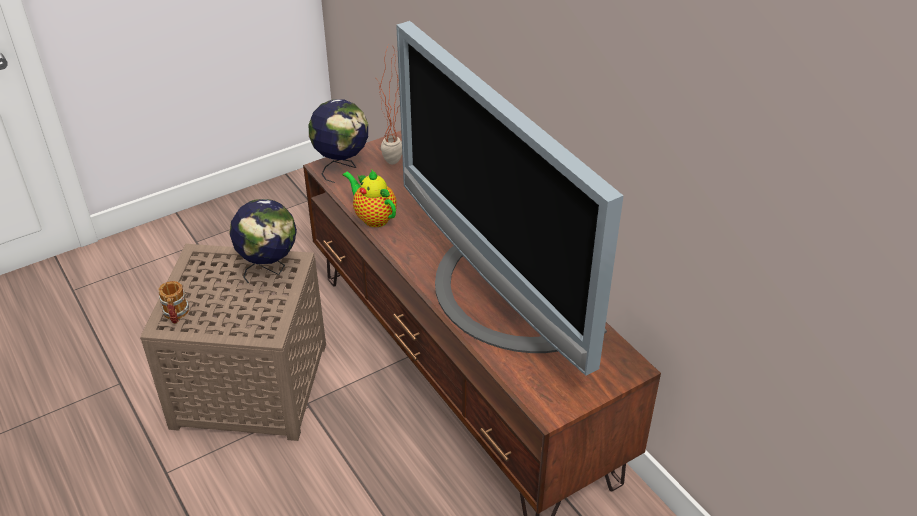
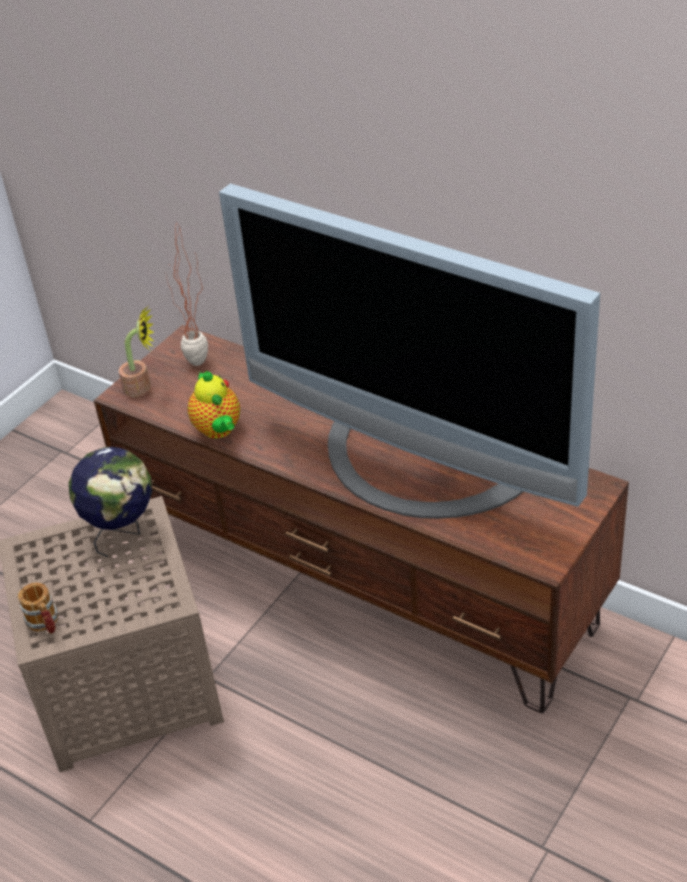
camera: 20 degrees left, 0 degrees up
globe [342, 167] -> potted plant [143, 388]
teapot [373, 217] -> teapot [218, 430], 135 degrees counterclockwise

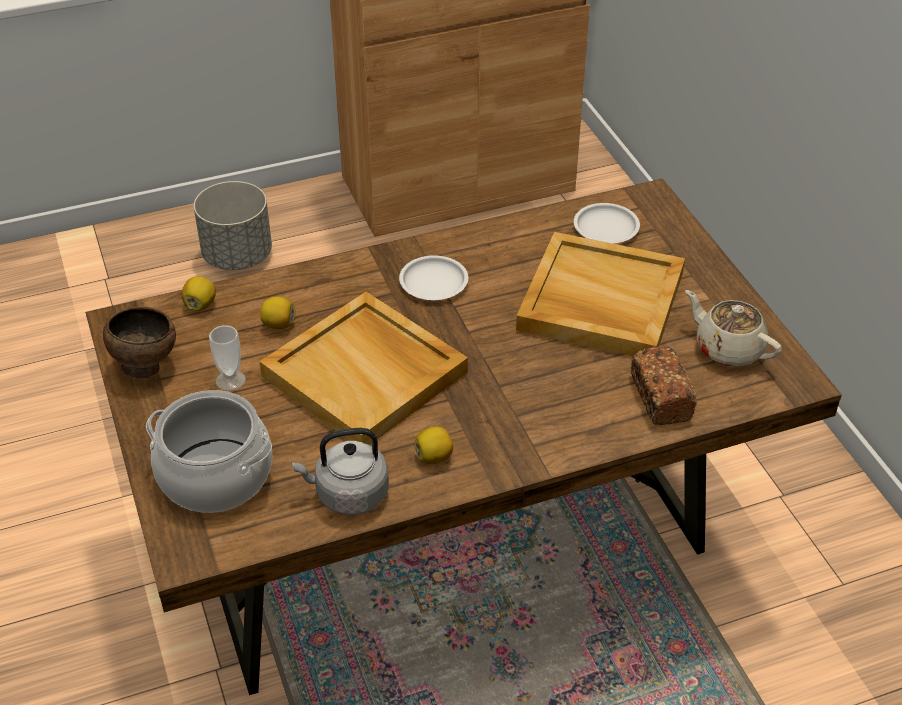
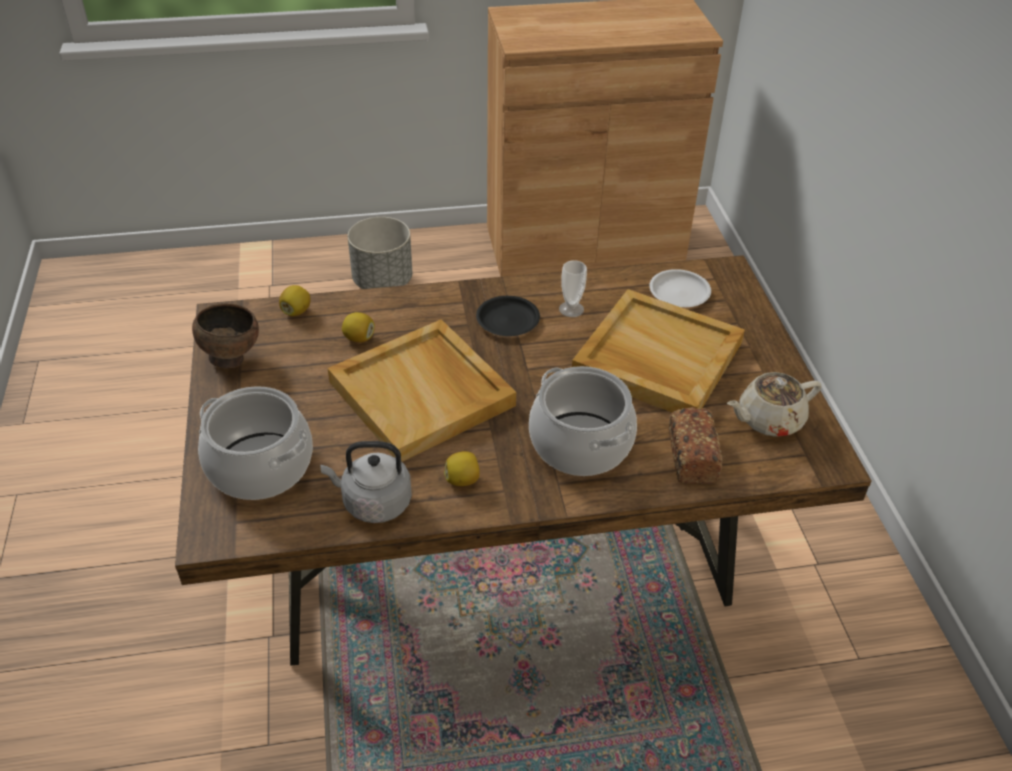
camera: 10 degrees right, 0 degrees up
cup [230, 380] -> cup [571, 309], moved
white plate [434, 282] -> black plate [508, 320]
beige teapot [728, 348] -> beige teapot [768, 420], 75 degrees counterclockwise
none -> cooking pot [579, 444]

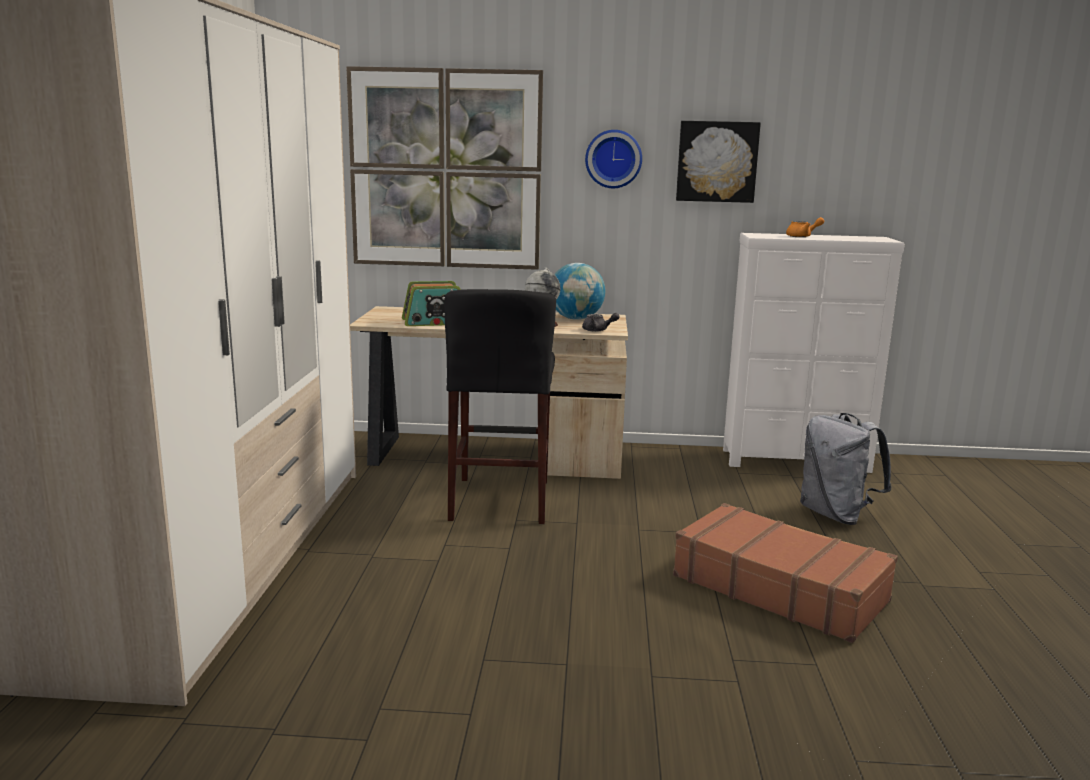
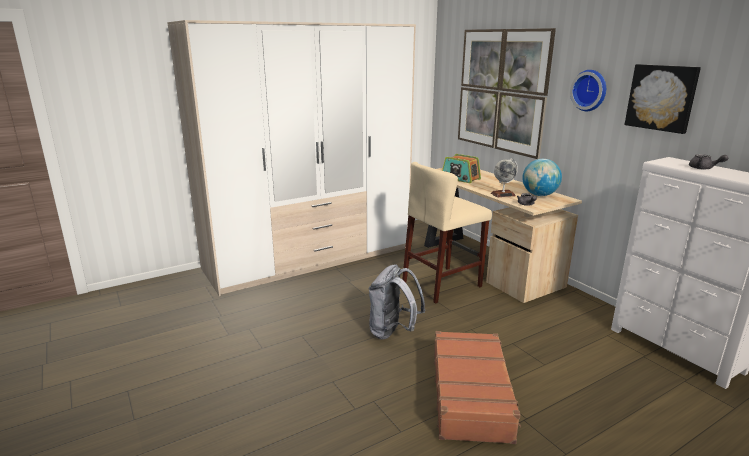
camera: 55 degrees right, 5 degrees up
black stool [501, 500] -> beige stool [442, 284]
orange teapot [802, 236] -> grey teapot [704, 168]
grey backpack [836, 515] -> grey backpack [393, 332], moved

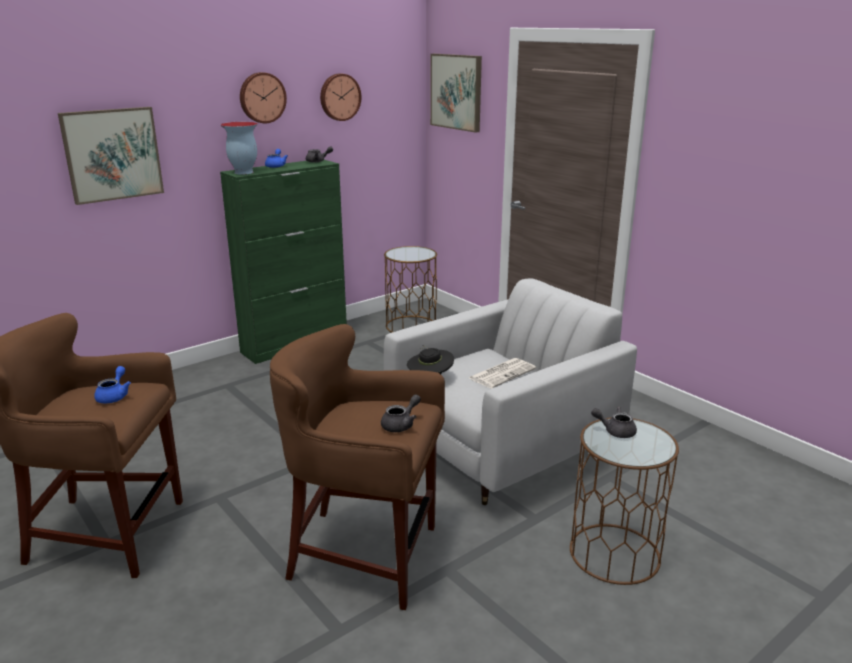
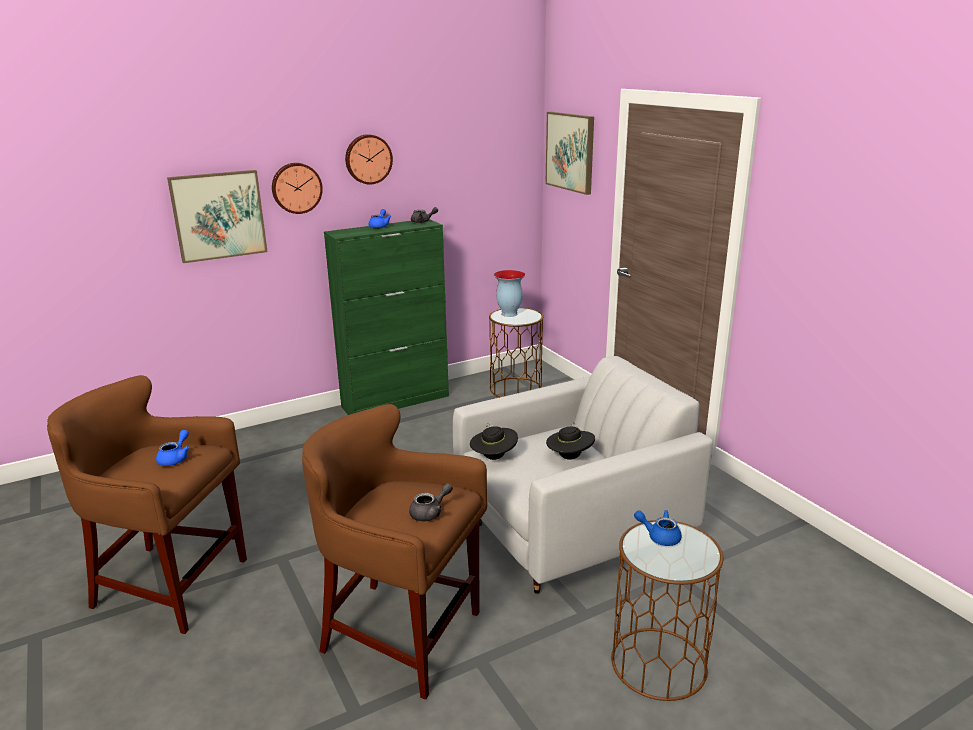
camera: 10 degrees right, 0 degrees up
vase [243, 172] -> vase [509, 314], moved
wall clock [339, 97] -> wall clock [296, 188], moved
newspaper [502, 373] -> black hat [569, 457]
grey teapot [615, 431] -> blue teapot [659, 536]

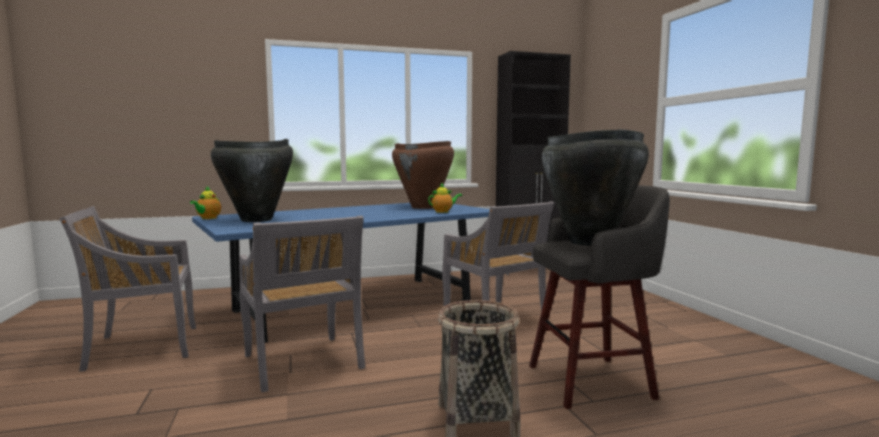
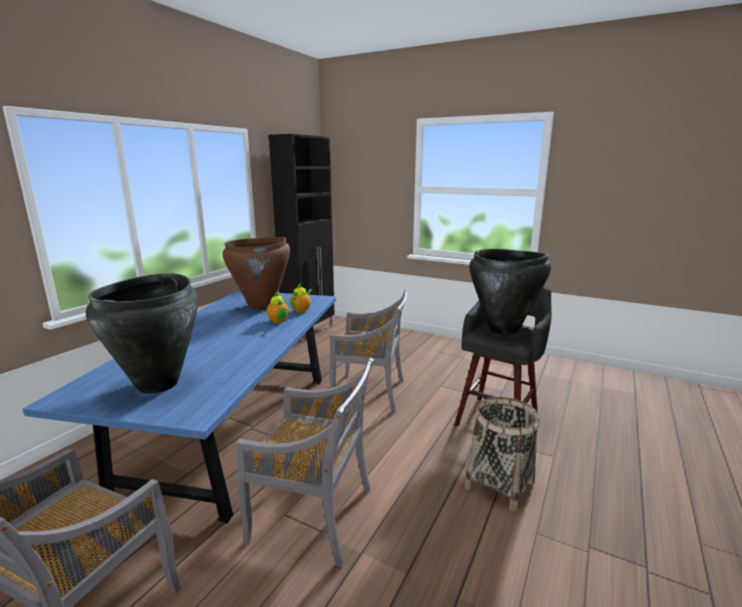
camera: 45 degrees left, 10 degrees up
teapot [207, 218] -> teapot [279, 321], moved

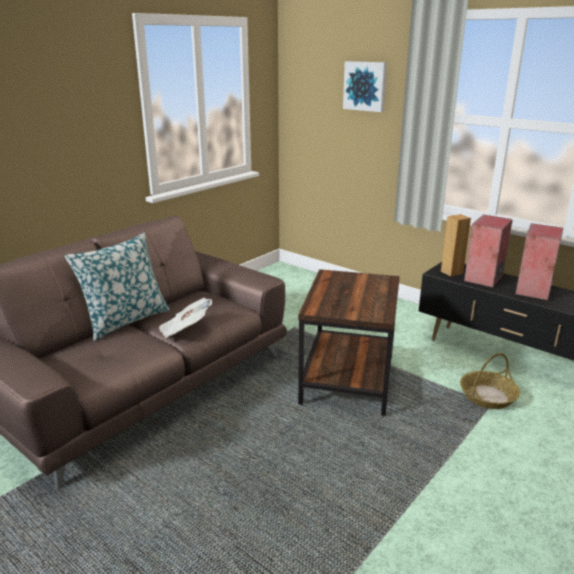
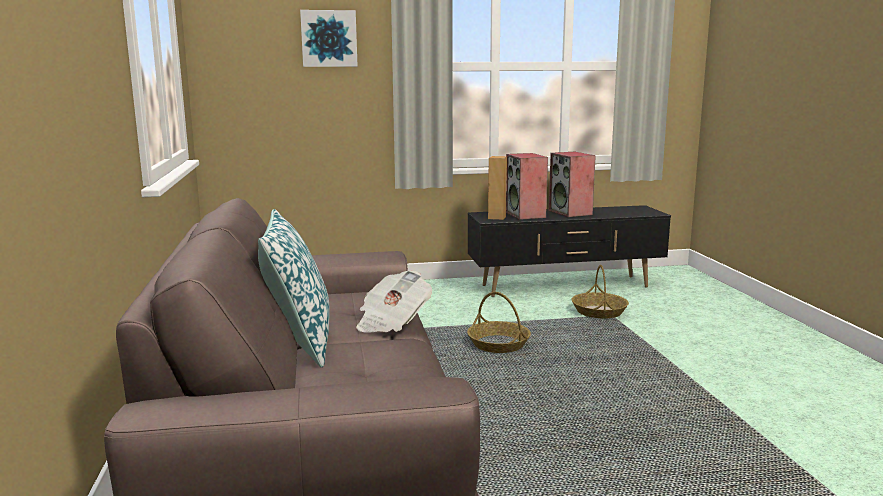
camera: 50 degrees left, 10 degrees down
brown side table [349, 380] -> basket [499, 344]

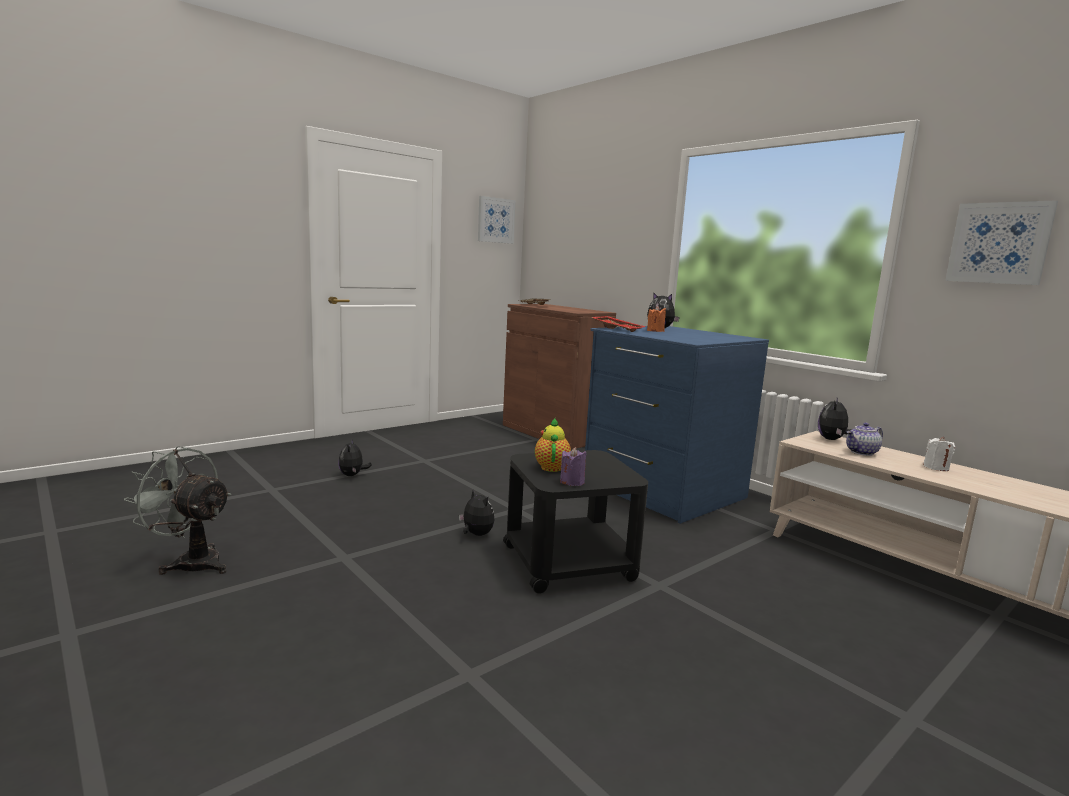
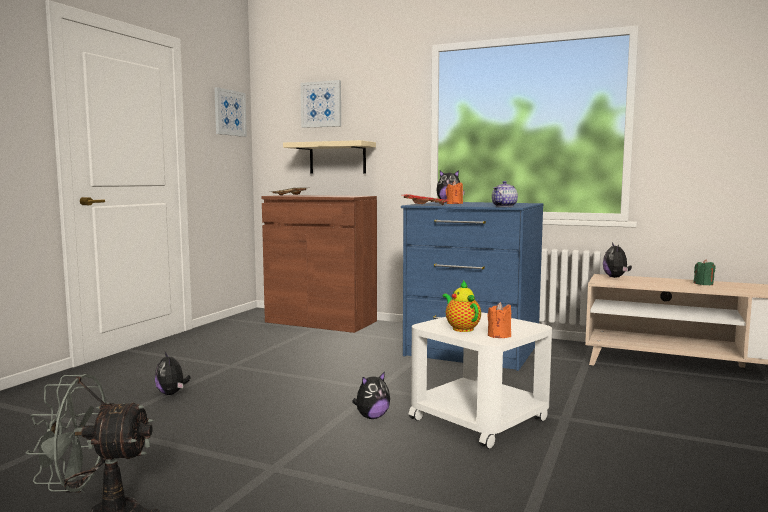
camera: 25 degrees left, 5 degrees down
plush toy [476, 534] -> plush toy [372, 417], 120 degrees clockwise
black side table [570, 562] -> white side table [479, 419]
purple candle [572, 482] -> orange candle [499, 335]
teapot [862, 452] -> teapot [504, 206], moved
white candle [936, 468] -> green candle [703, 284]
picture [999, 243] -> picture [321, 104], moved
none -> beige shelf [337, 158]

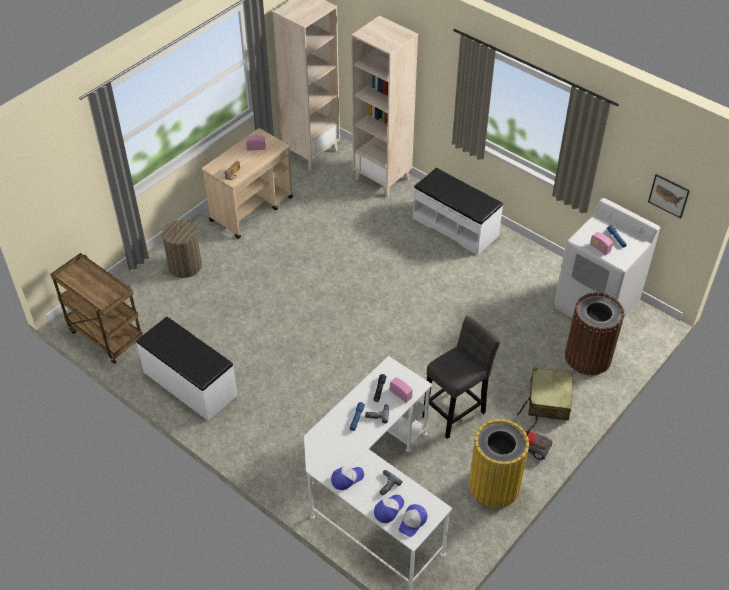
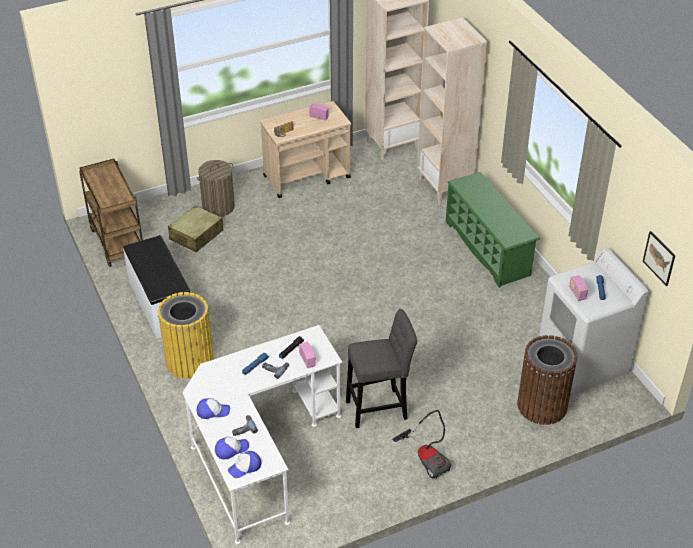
camera: 25 degrees right, 5 degrees down
white bench [455, 226] -> green shoe rack [487, 248]
yellow trash can [494, 485] -> yellow trash can [189, 361], moved
beige suitcase [549, 400] -> beige suitcase [196, 235], moved

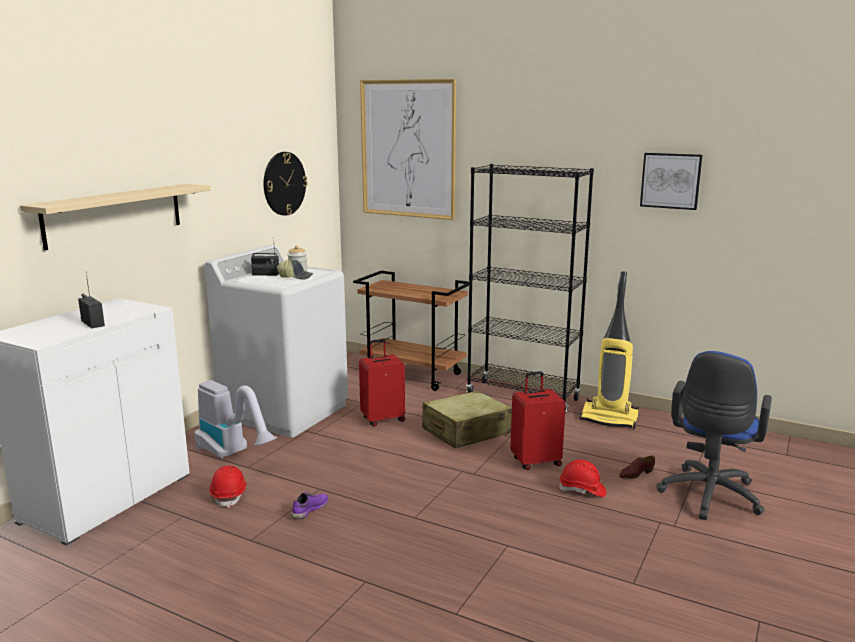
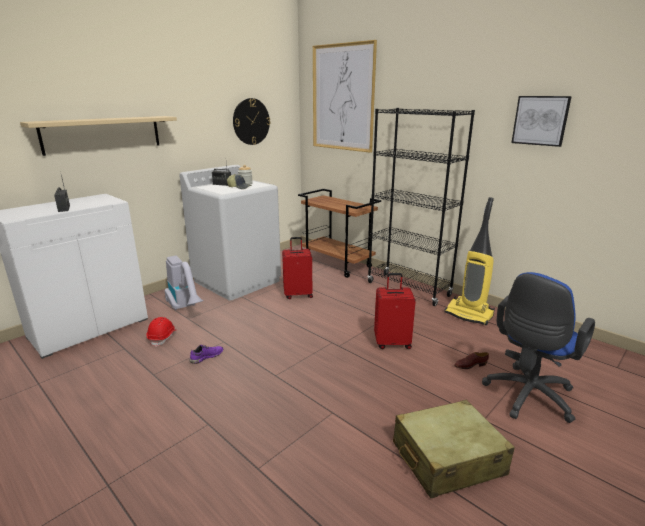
camera: 15 degrees right, 5 degrees up
beige suitcase [466, 432] -> beige suitcase [447, 459], moved
red hard hat [582, 490] -> none

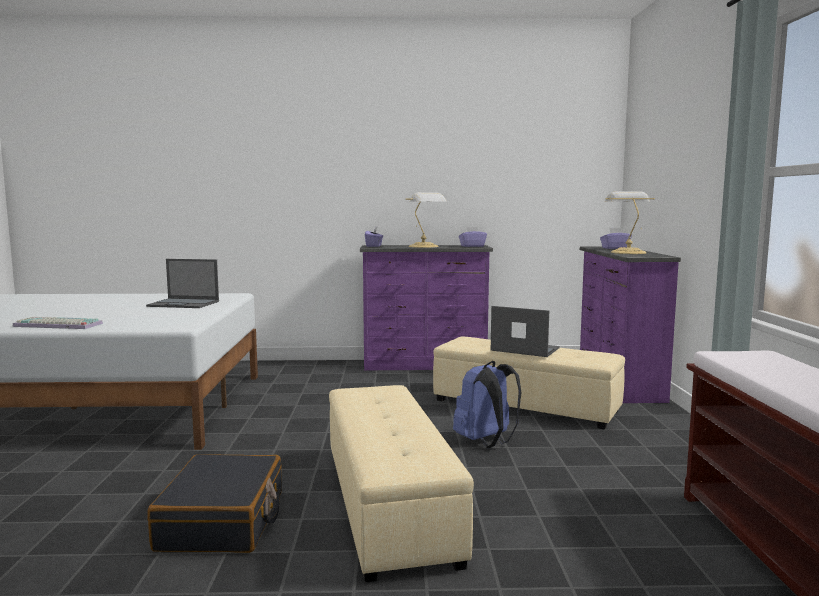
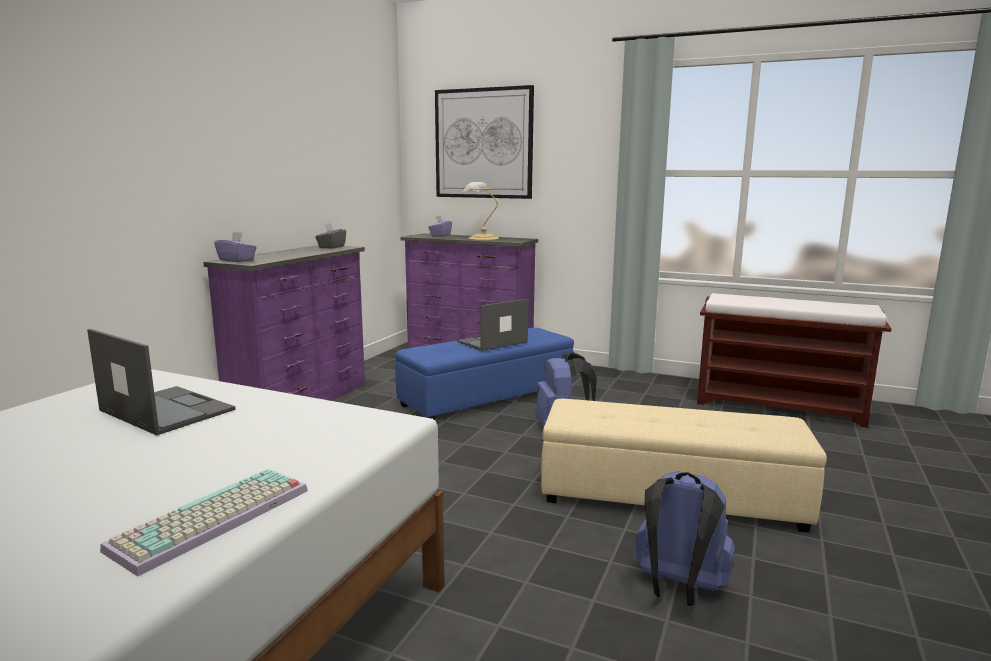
camera: 65 degrees left, 5 degrees up
laptop [184, 304] -> laptop [165, 410], 90 degrees counterclockwise
black suitcase [223, 521] -> blue backpack [678, 590]
table lamp [424, 246] -> none
beige ottoman [524, 406] -> blue ottoman [488, 397]
purple tissue box [472, 246] -> grey tissue box [331, 247]
none -> picture [483, 144]

